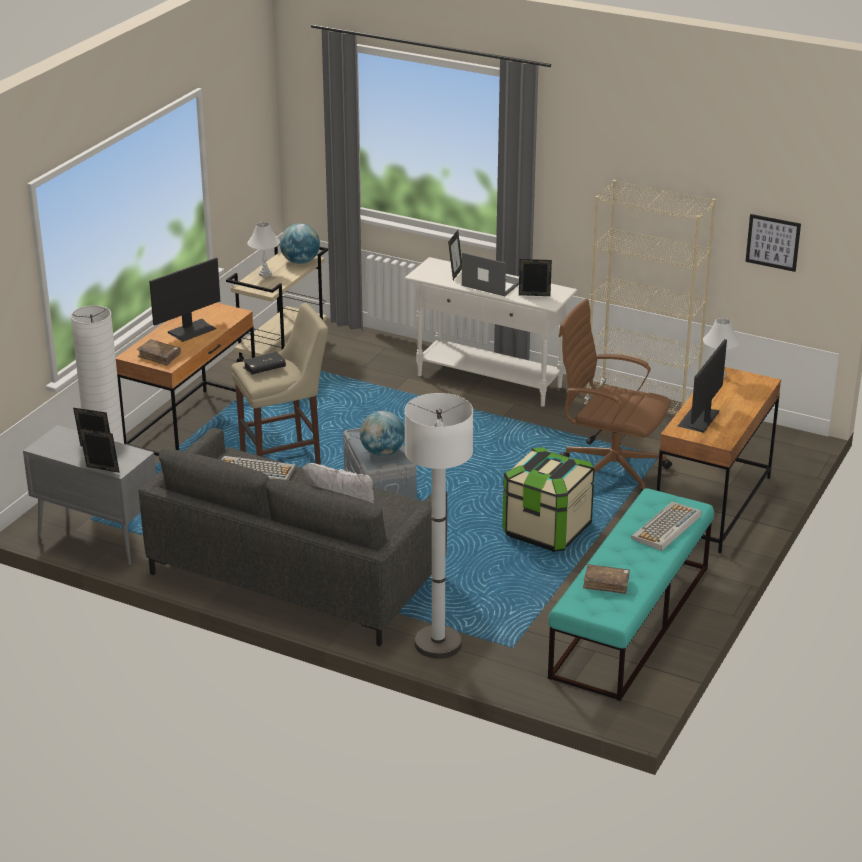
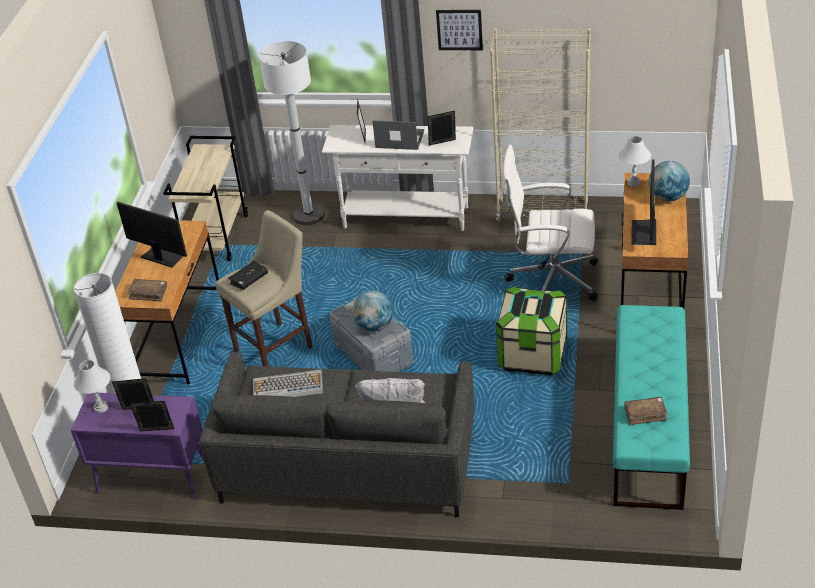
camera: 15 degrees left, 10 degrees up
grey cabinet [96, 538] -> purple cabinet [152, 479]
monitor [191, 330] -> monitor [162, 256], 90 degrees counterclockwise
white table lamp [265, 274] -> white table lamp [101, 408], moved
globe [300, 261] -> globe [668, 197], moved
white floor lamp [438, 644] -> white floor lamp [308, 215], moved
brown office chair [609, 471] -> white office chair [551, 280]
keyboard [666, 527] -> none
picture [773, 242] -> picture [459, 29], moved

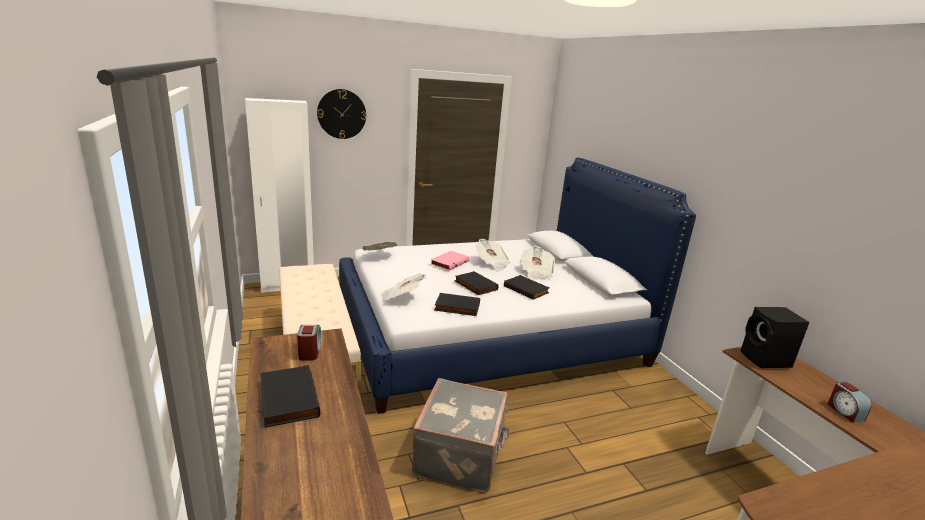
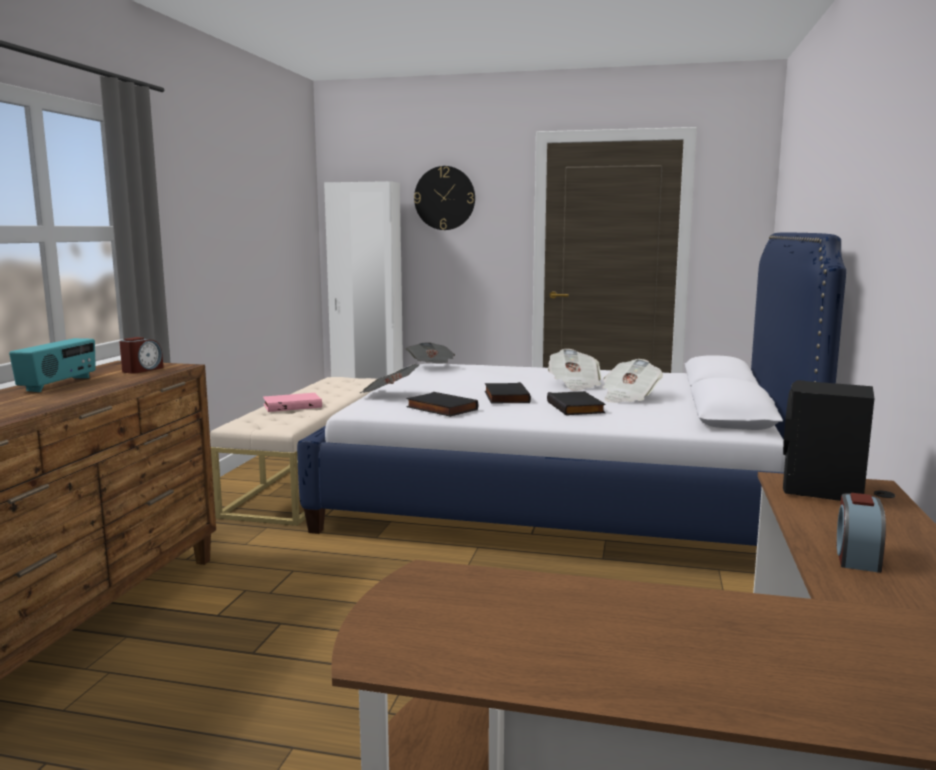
camera: 35 degrees right, 10 degrees down
black book [287, 399] -> radio [59, 384]
grey suitcase [461, 456] -> none
pink book [449, 262] -> pink book [292, 405], moved

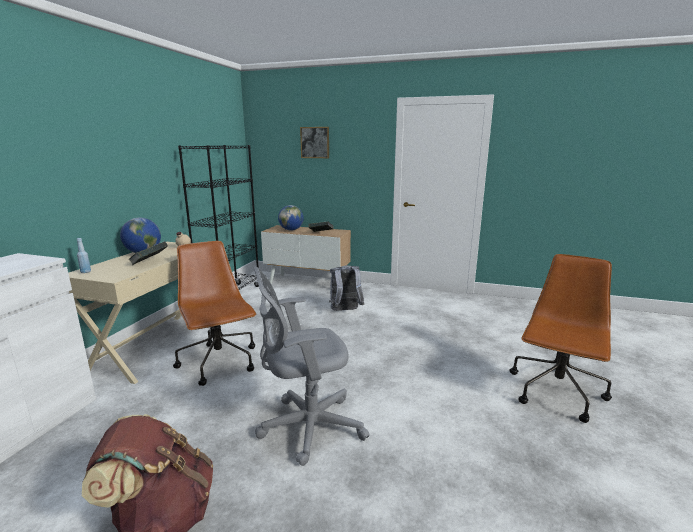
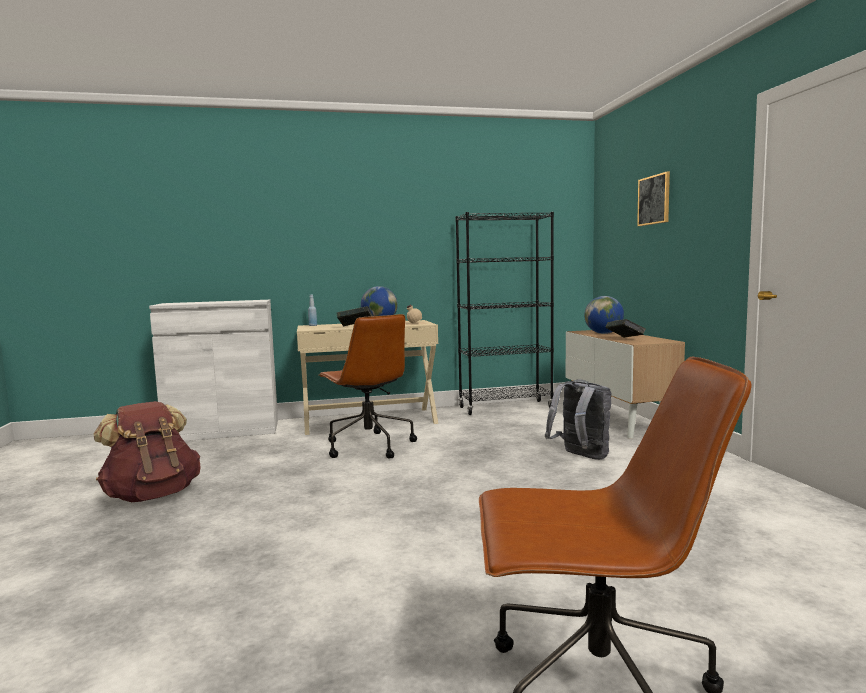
camera: 60 degrees right, 10 degrees down
brown office chair [220, 363] -> brown office chair [368, 446], 120 degrees clockwise
grey office chair [306, 427] -> none

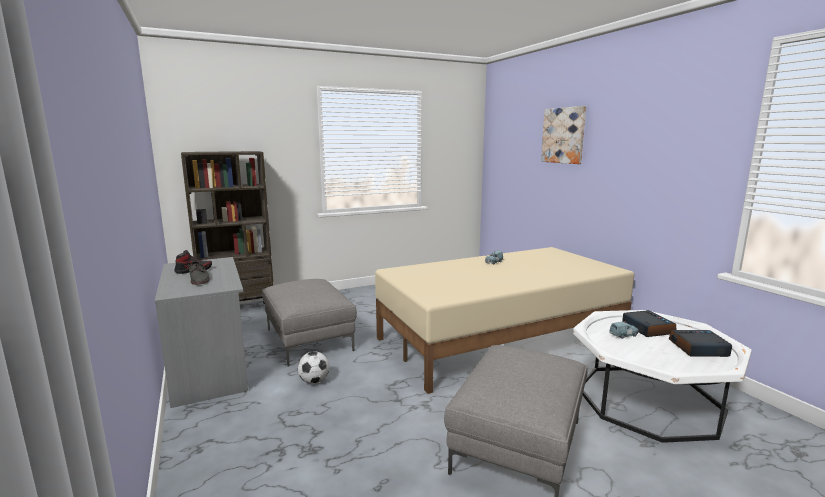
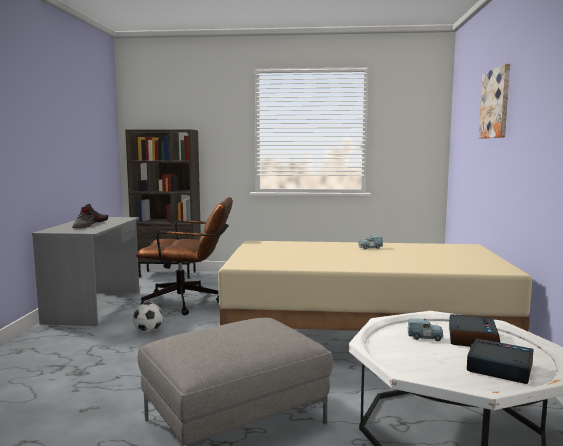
camera: 30 degrees right, 5 degrees down
grey ottoman [310, 340] -> brown office chair [189, 303]

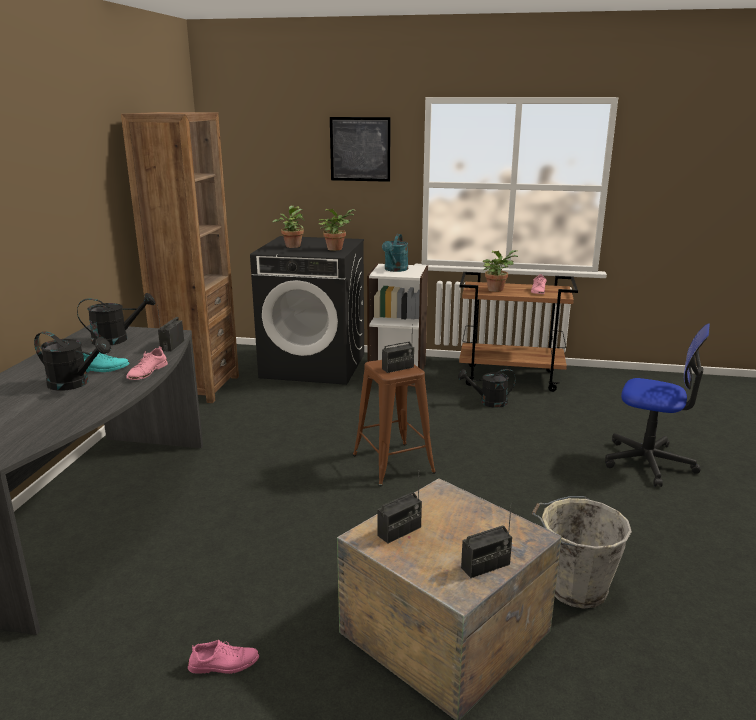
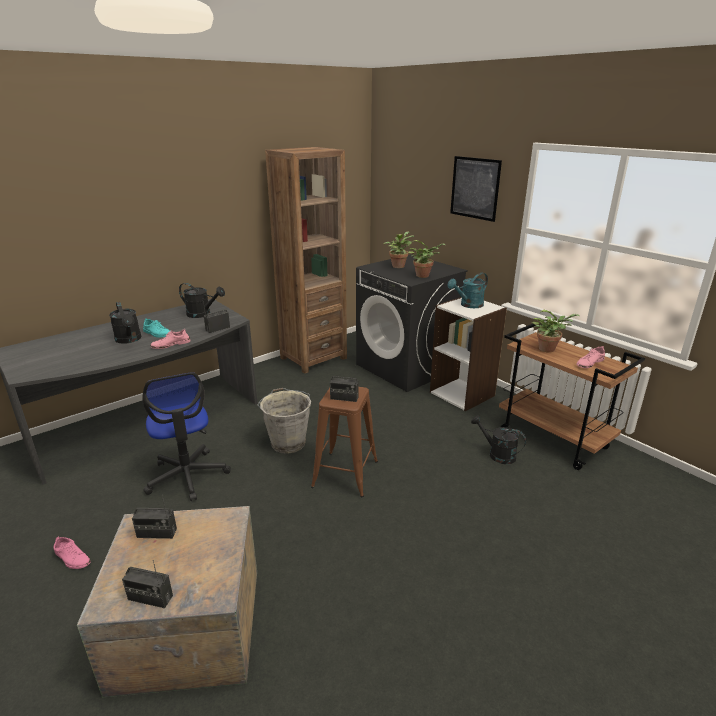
camera: 40 degrees right, 5 degrees up
grey bucket [574, 587] -> grey bucket [288, 442], moved
office chair [648, 462] -> office chair [187, 476], moved

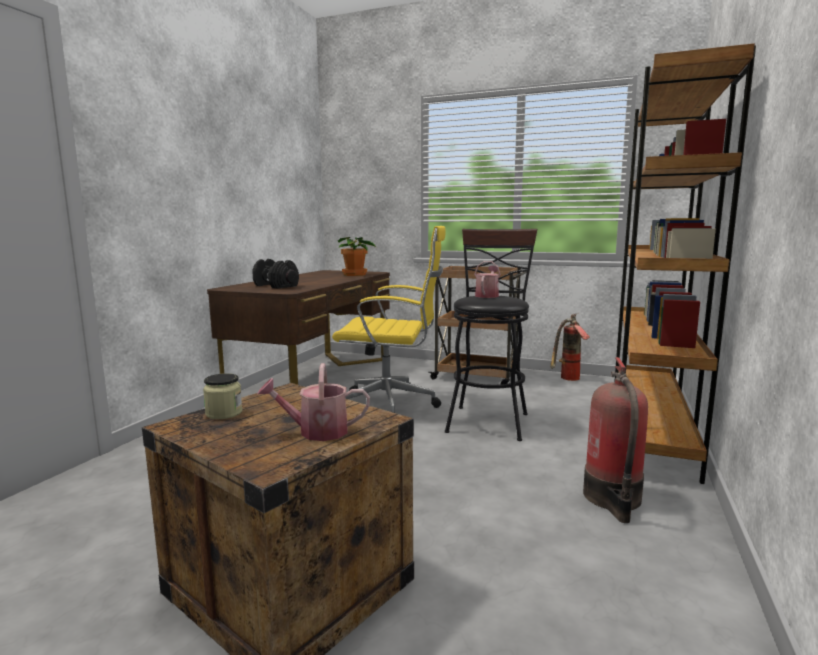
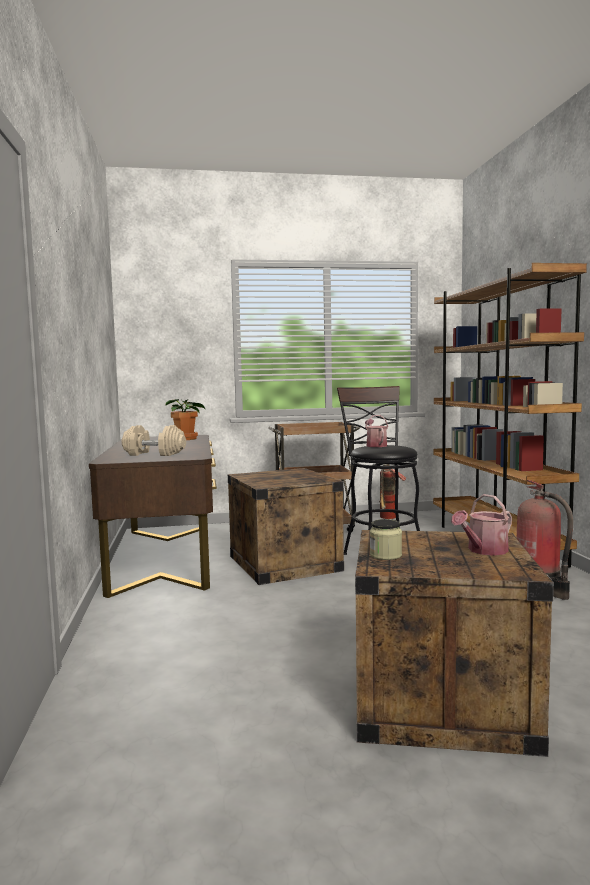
camera: 30 degrees left, 5 degrees down
black dumbbell [275, 286] -> beige dumbbell [154, 454]
yellow office chair [392, 405] -> crate [284, 563]

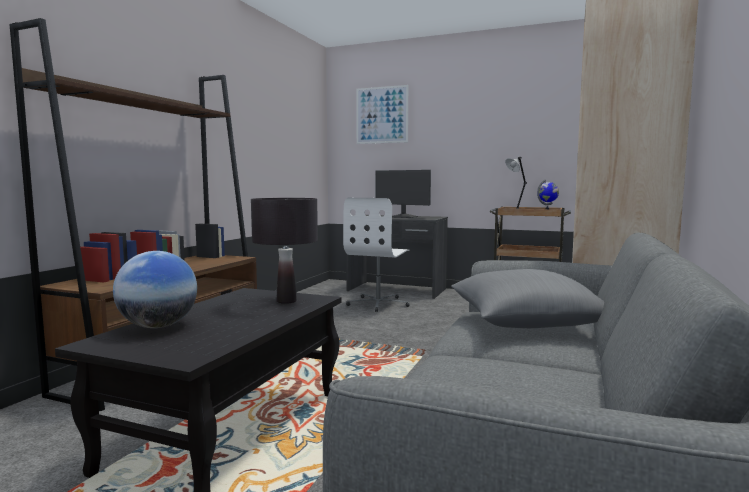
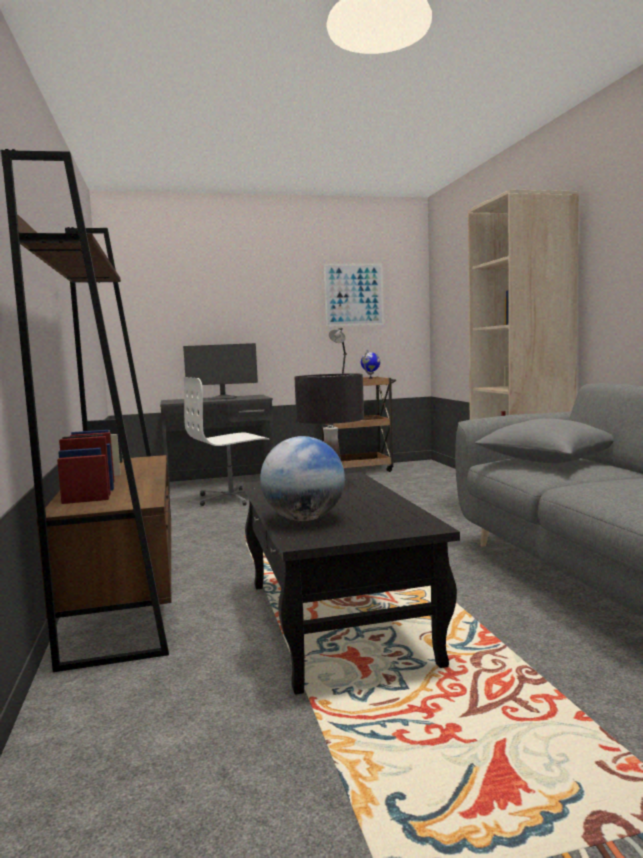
camera: 35 degrees left, 0 degrees up
white office chair [378, 304] -> white office chair [232, 498], 75 degrees clockwise
picture [382, 115] -> picture [353, 295], moved

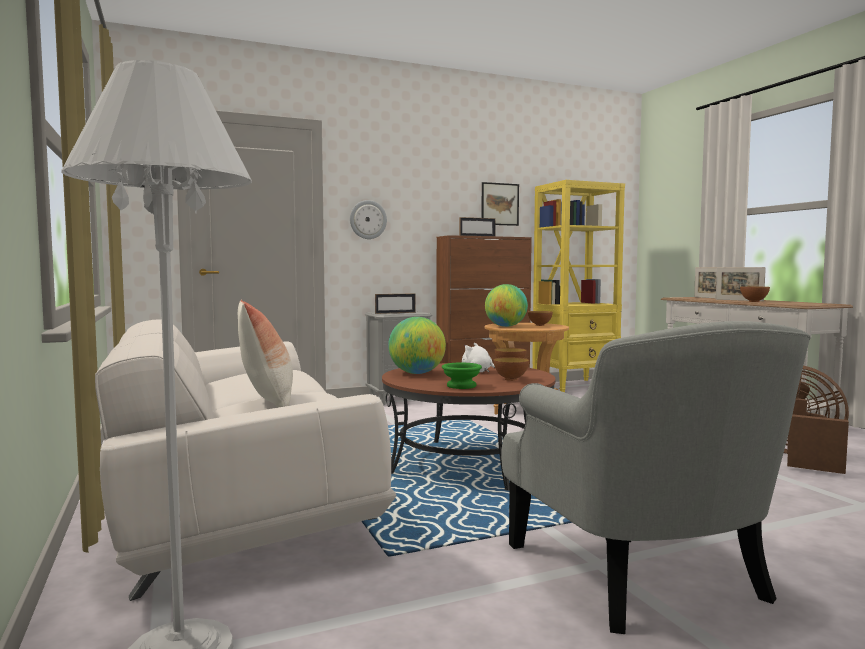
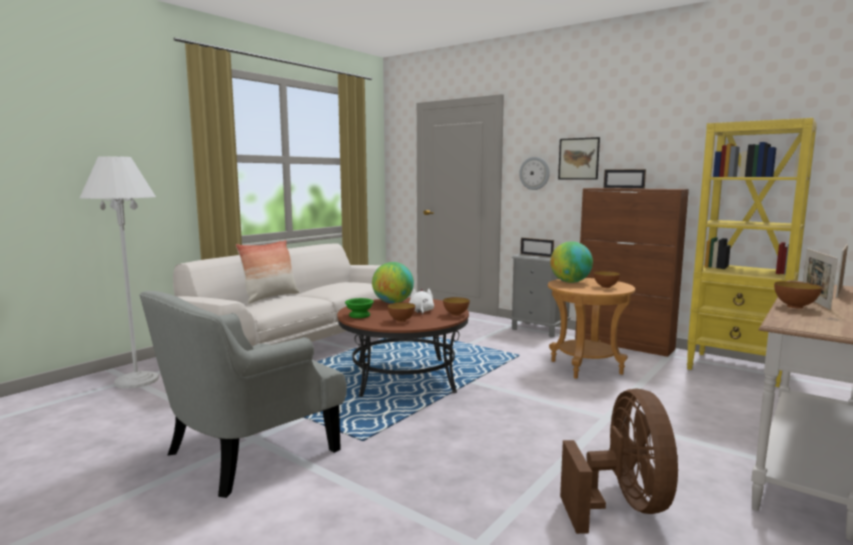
camera: 60 degrees right, 5 degrees up
picture [499, 204] -> picture [578, 158], moved

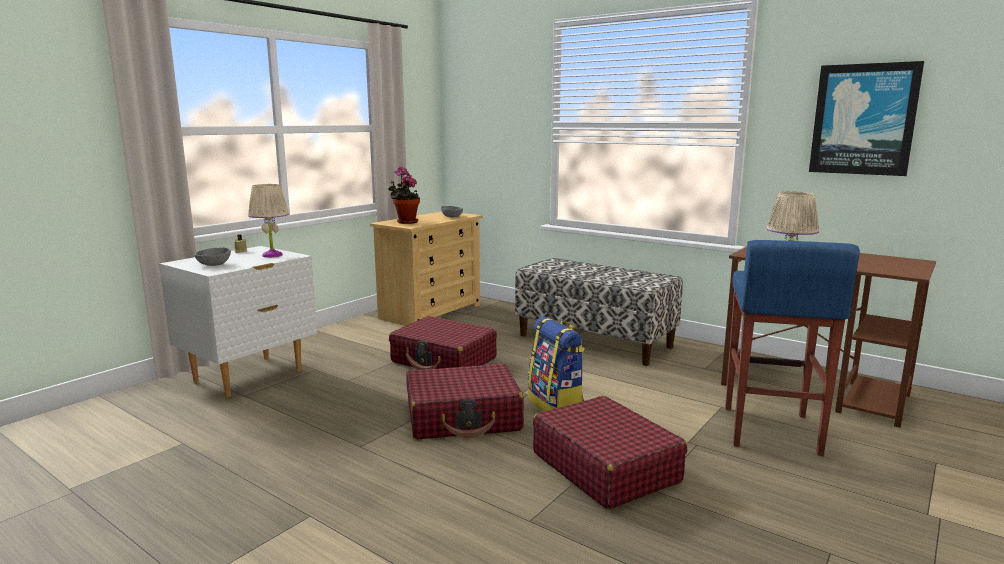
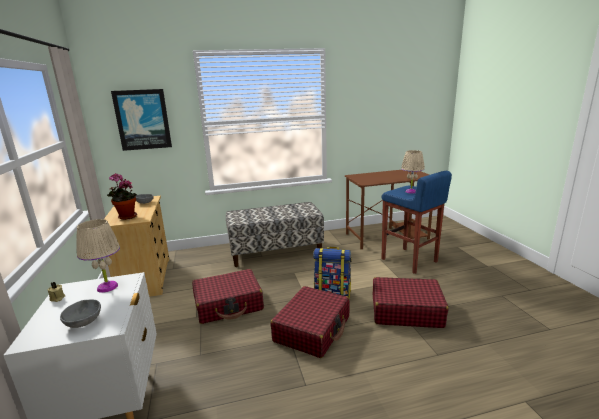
camera: 50 degrees left, 5 degrees up
picture [863, 119] -> picture [143, 119], moved

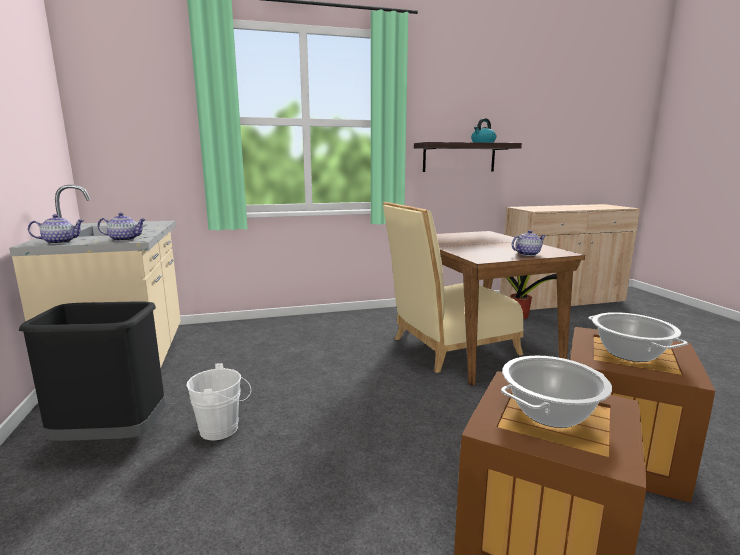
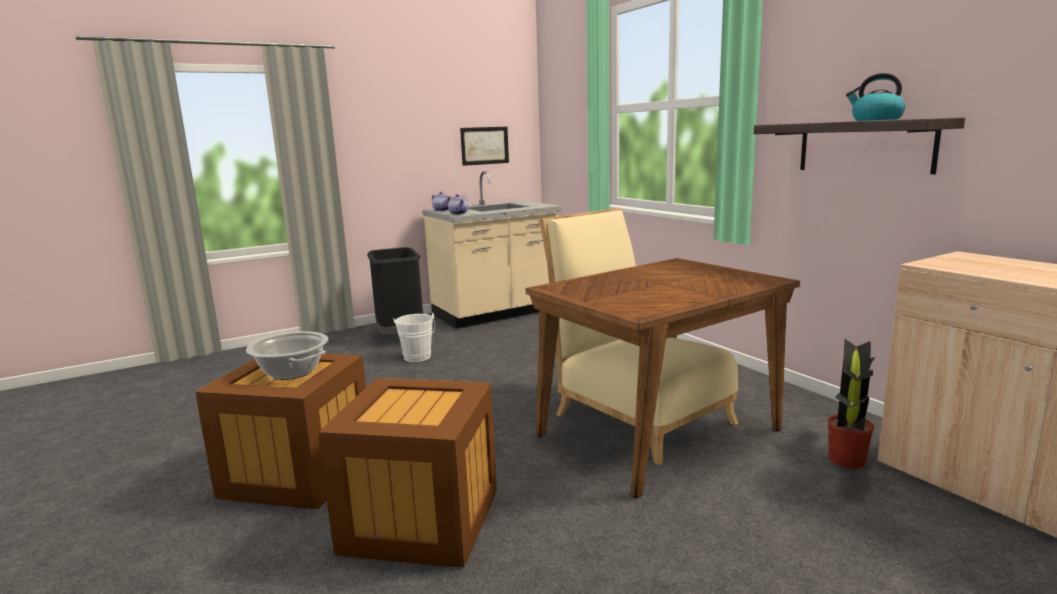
camera: 75 degrees right, 0 degrees up
teapot [527, 254] -> none
cooking pot [629, 353] -> none
none -> picture [484, 145]

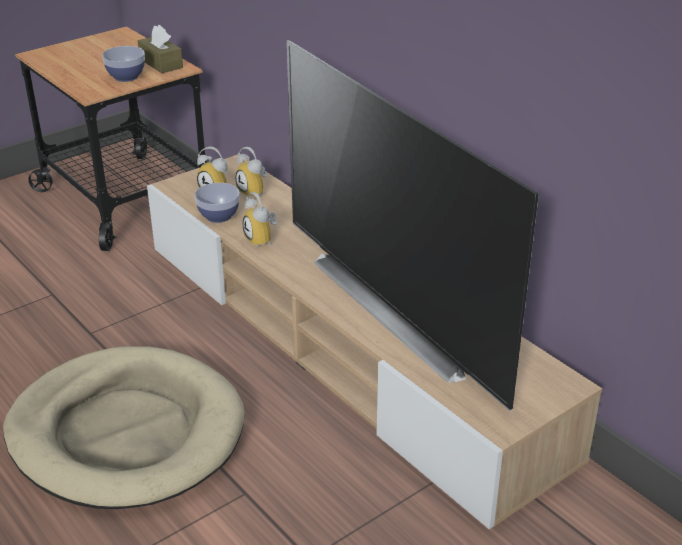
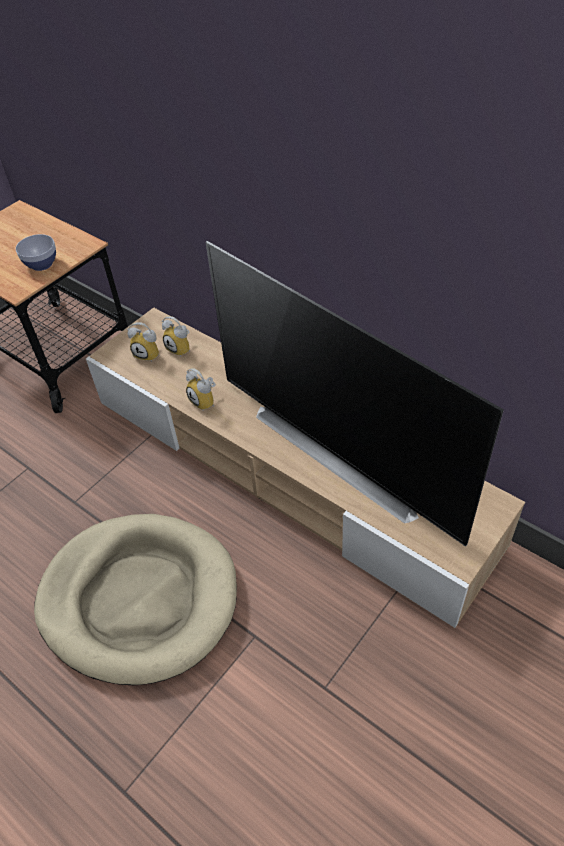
camera: 10 degrees left, 15 degrees up
brown tissue box [161, 63] -> none
bowl [218, 216] -> none

